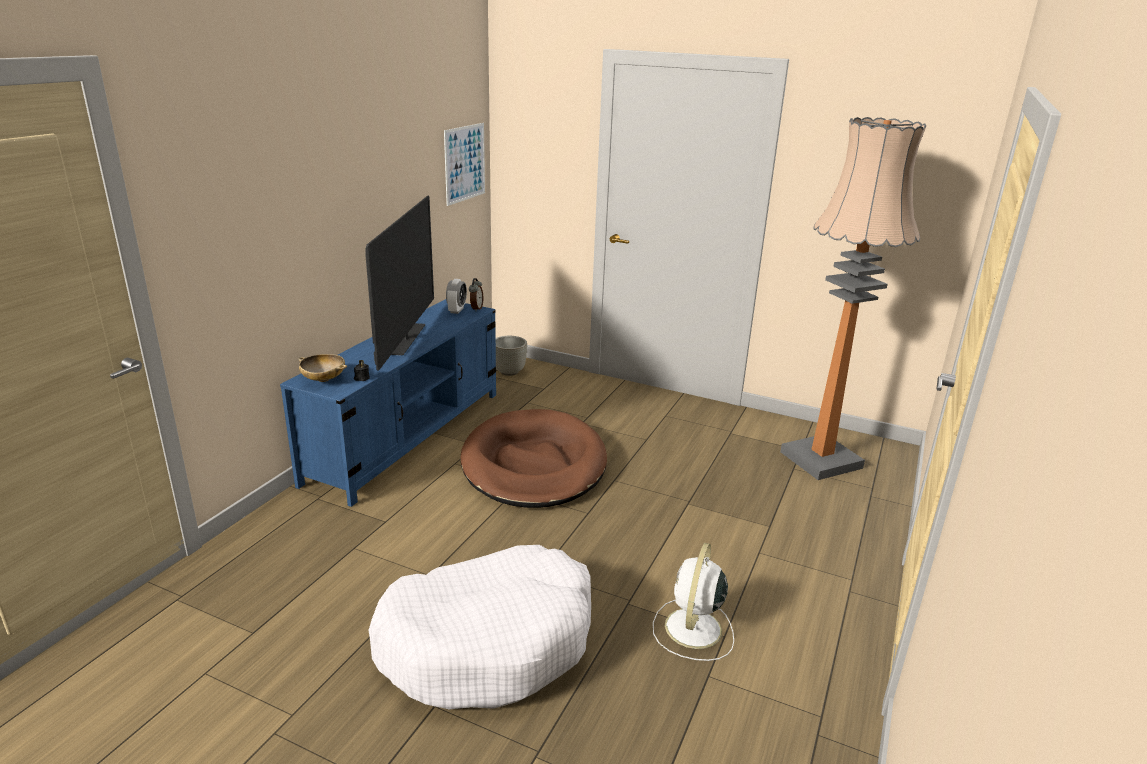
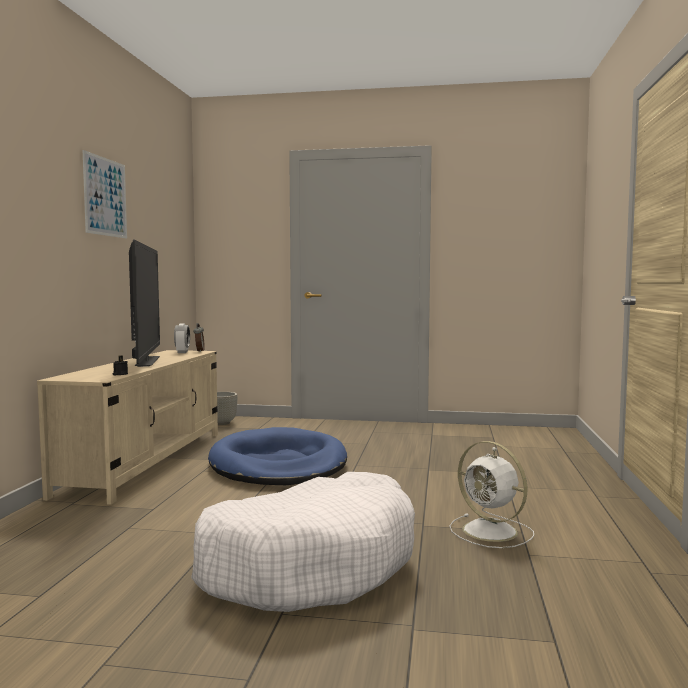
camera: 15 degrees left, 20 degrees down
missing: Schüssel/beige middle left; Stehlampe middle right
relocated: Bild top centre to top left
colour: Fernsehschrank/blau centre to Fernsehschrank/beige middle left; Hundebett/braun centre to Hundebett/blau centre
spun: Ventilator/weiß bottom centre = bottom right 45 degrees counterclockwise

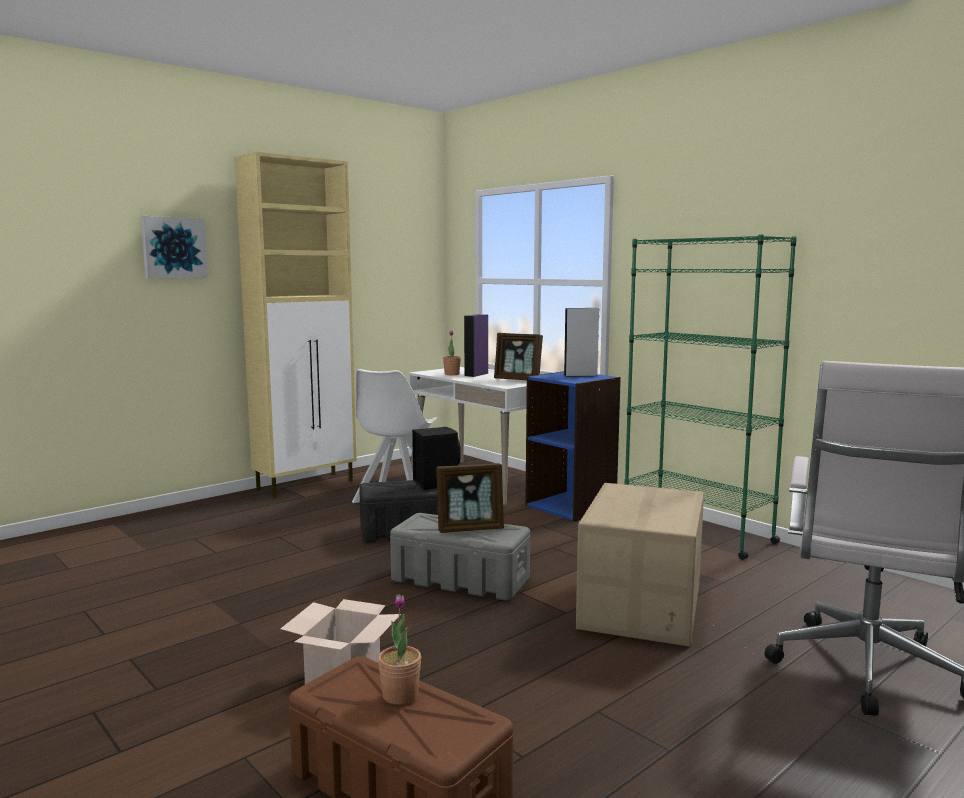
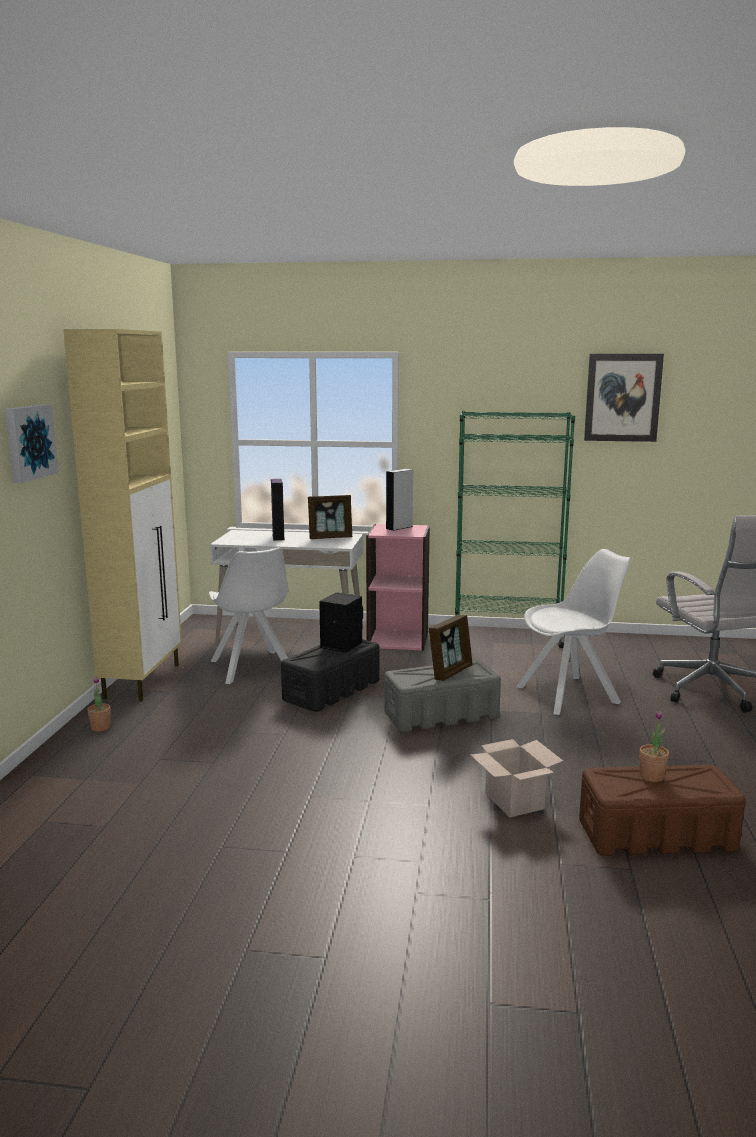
camera: 40 degrees left, 5 degrees up
appeared: Bild (no. 2 from left) middle right
relocated: Topfpflanze (no. 2 from left in the first image) centre to Topfpflanze (no. 1 from left) middle left
exchanged: Karton (no. 2 from left) bottom centre to Stuhl/weiß (no. 2 from left) middle right
colour: Bücherregal/blau centre to Bücherregal/rosa centre

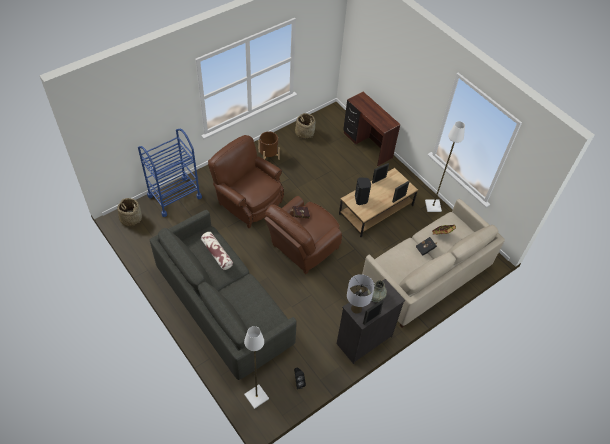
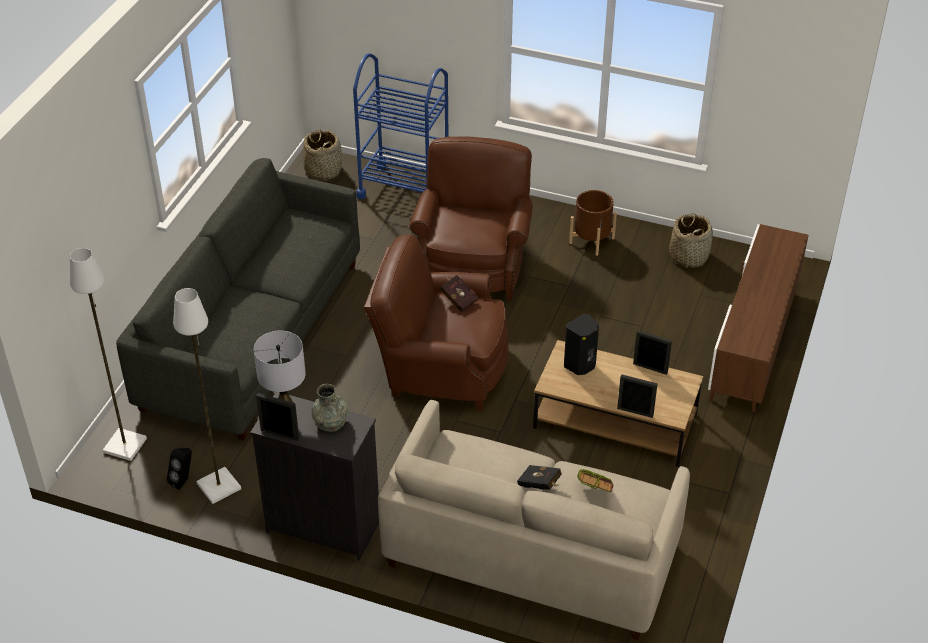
camera: 60 degrees right, 10 degrees down
missing: Kissen centre
relocated: Stehlampe/weiß (no. 2 from left) middle right to middle left
exchanged: Schreibtisch/braun top centre to Fernsehschrank/braun middle right

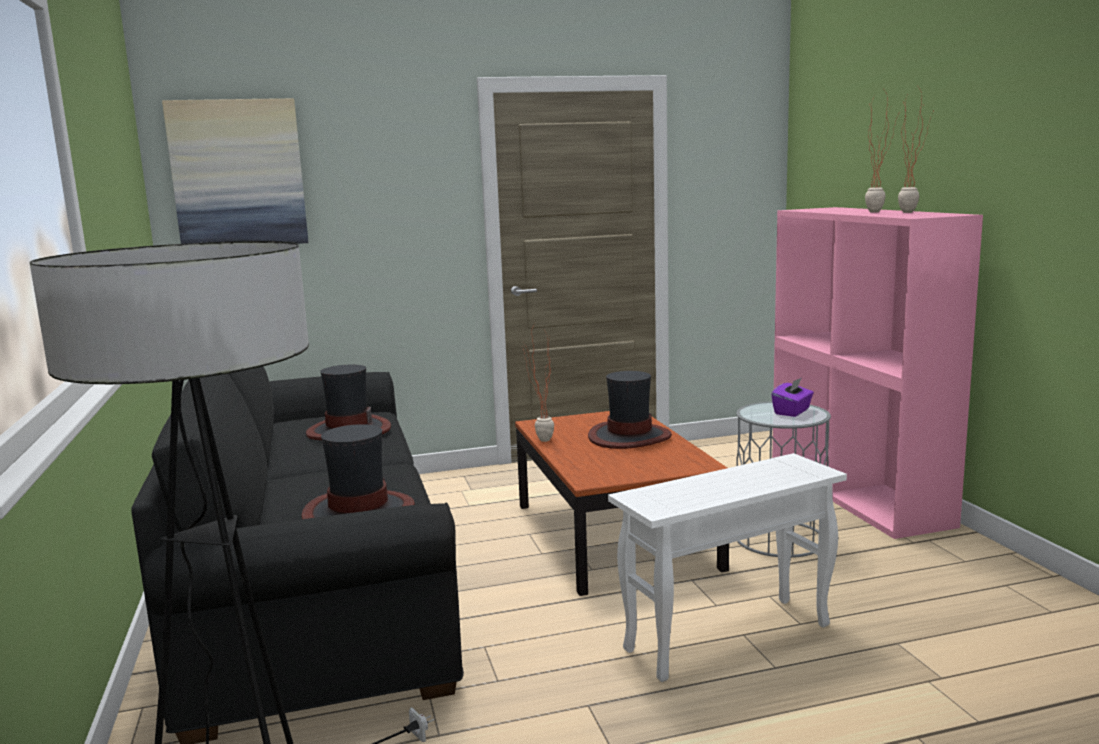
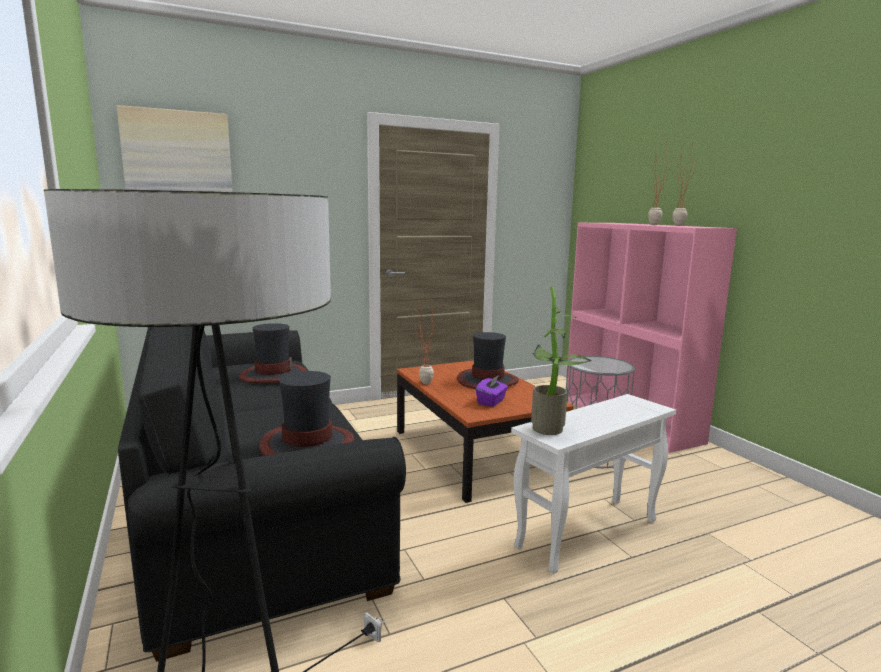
camera: 10 degrees left, 0 degrees up
appeared: Topfpflanze (no. 2 from left) centre
relocated: Taschentuchbox/lila middle right to centre

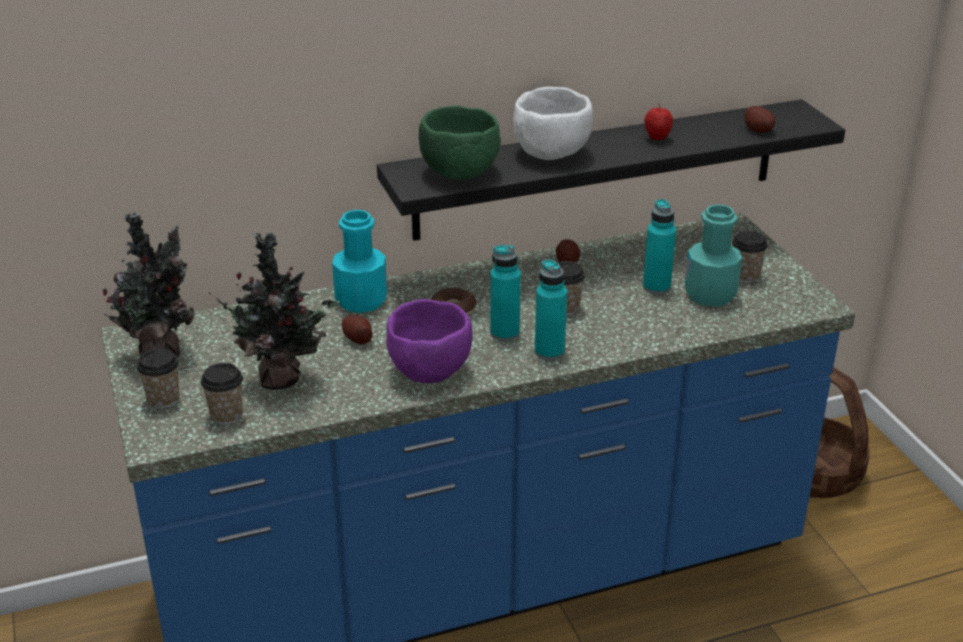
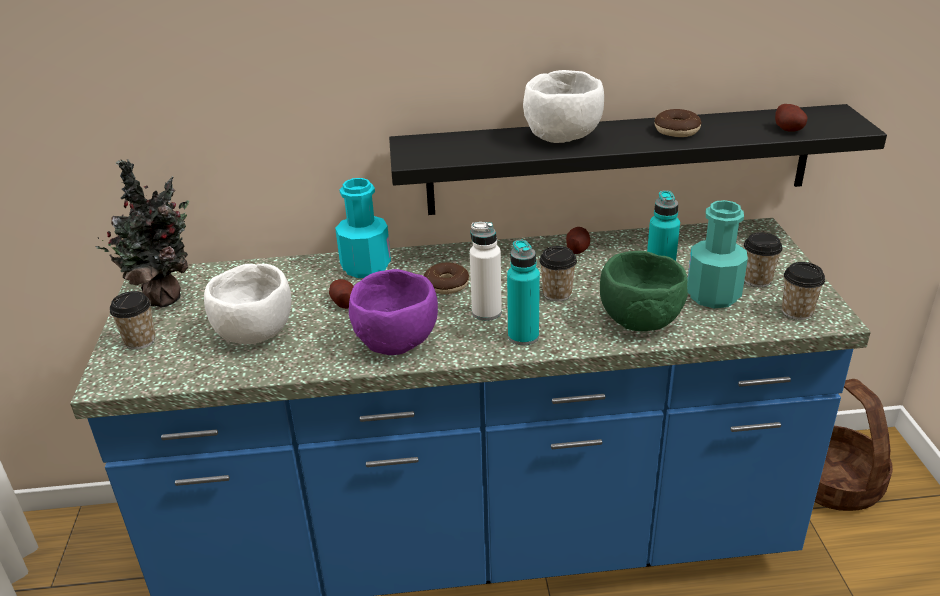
camera: 15 degrees right, 0 degrees up
relocated: Tasse (no. 2 from left in the first image) middle left to Tasse (no. 4 from left) middle right; Schüssel/grün top centre to middle right
exchanged: Topfpflanze (no. 2 from left) middle left to Schüssel/weiß (no. 1 from left) middle left; Apfel top right to Donut (no. 2 from left) top right
colour: Flasche/türkis (no. 2 from left) centre to Flasche/weiß centre

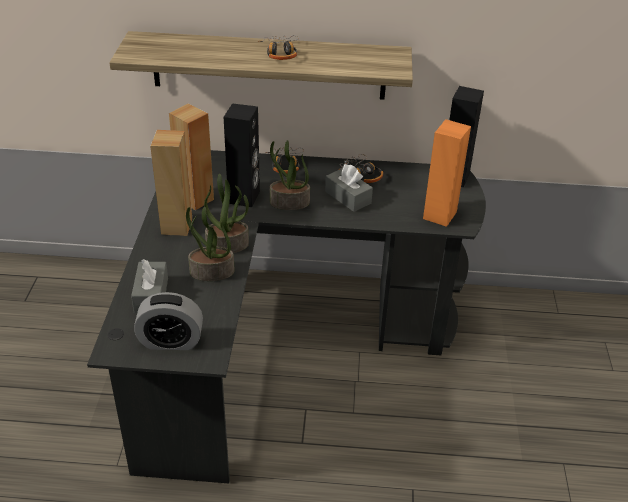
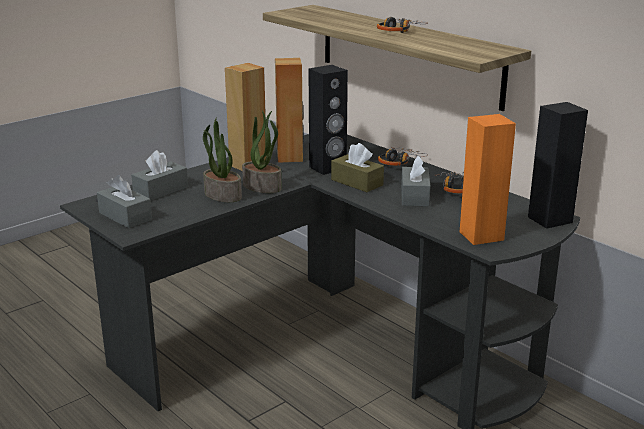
camera: 45 degrees right, 15 degrees down
exchanged: Wecker middle left to Taschentuchbox/grau (no. 1 from left) middle left; Topfpflanze (no. 3 from left) centre to Taschentuchbox/braun centre

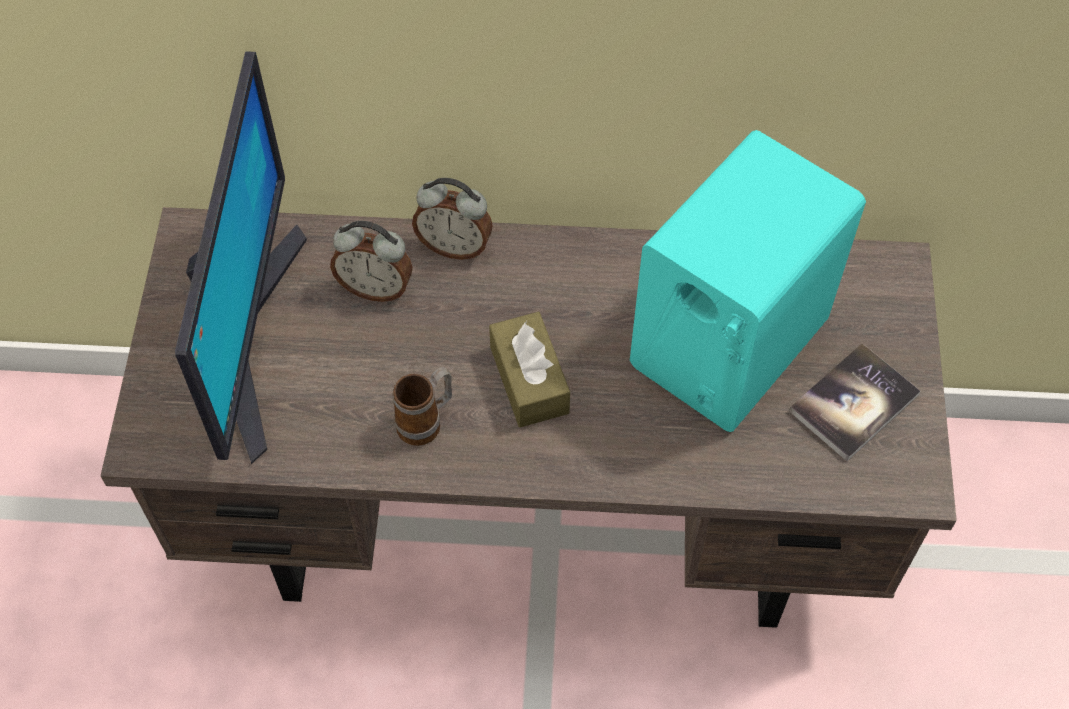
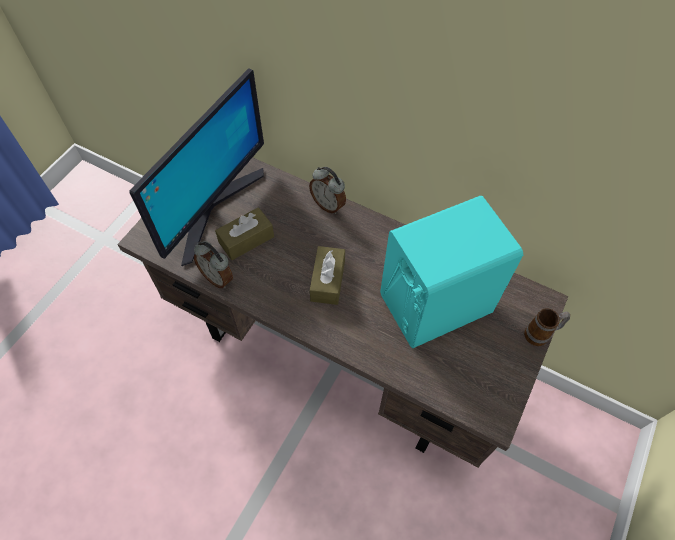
camera: 25 degrees right, 0 degrees up
missing: Buch middle right
appeared: Taschentuchbox/braun (no. 1 from left) centre
relocated: Wecker (no. 1 from left) centre to middle left; Henkelbecher centre to middle right

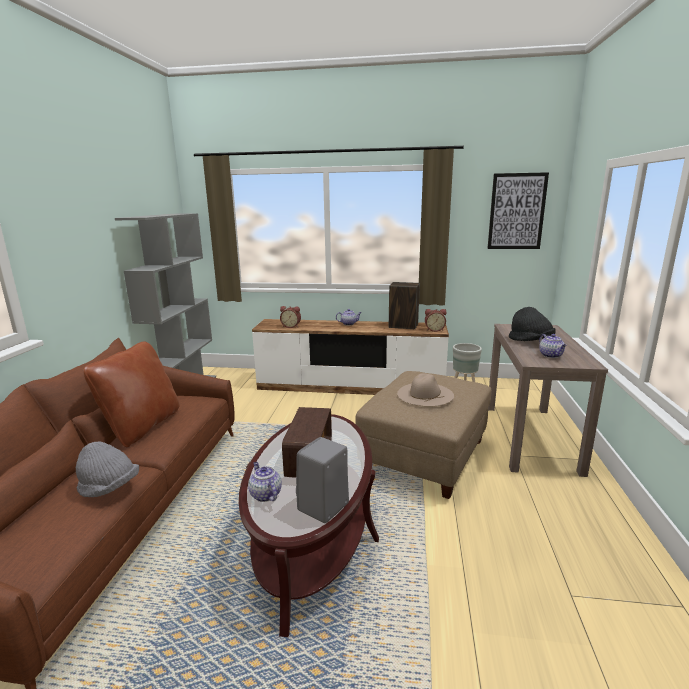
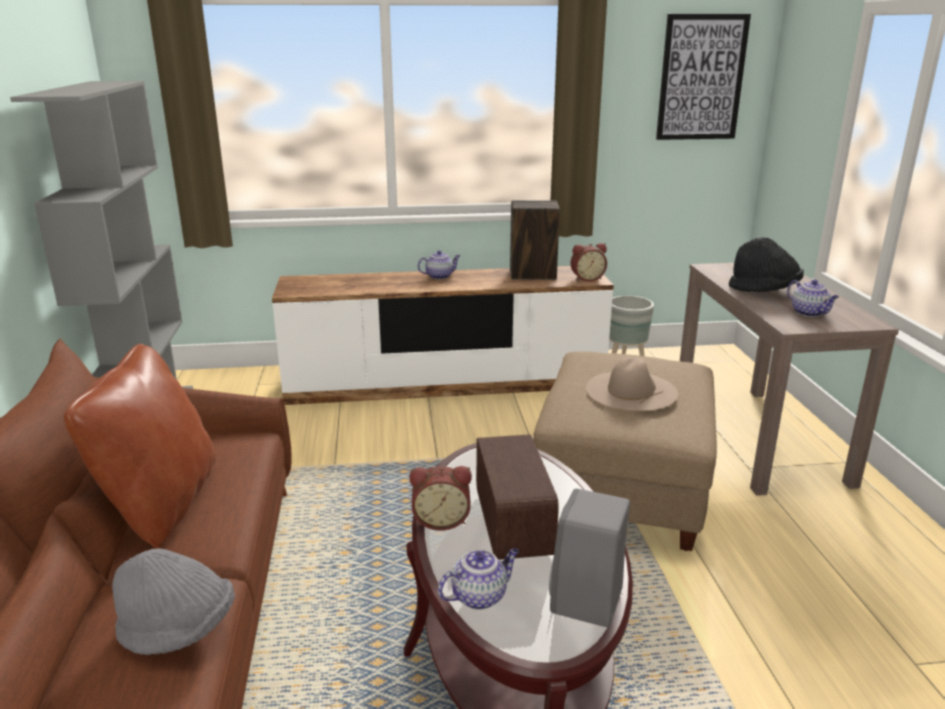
camera: 15 degrees left, 5 degrees up
relocated: Wecker (no. 1 from left) centre to bottom centre
spun: Teekanne (no. 1 from left in the first image) bottom centre = bottom centre 105 degrees clockwise

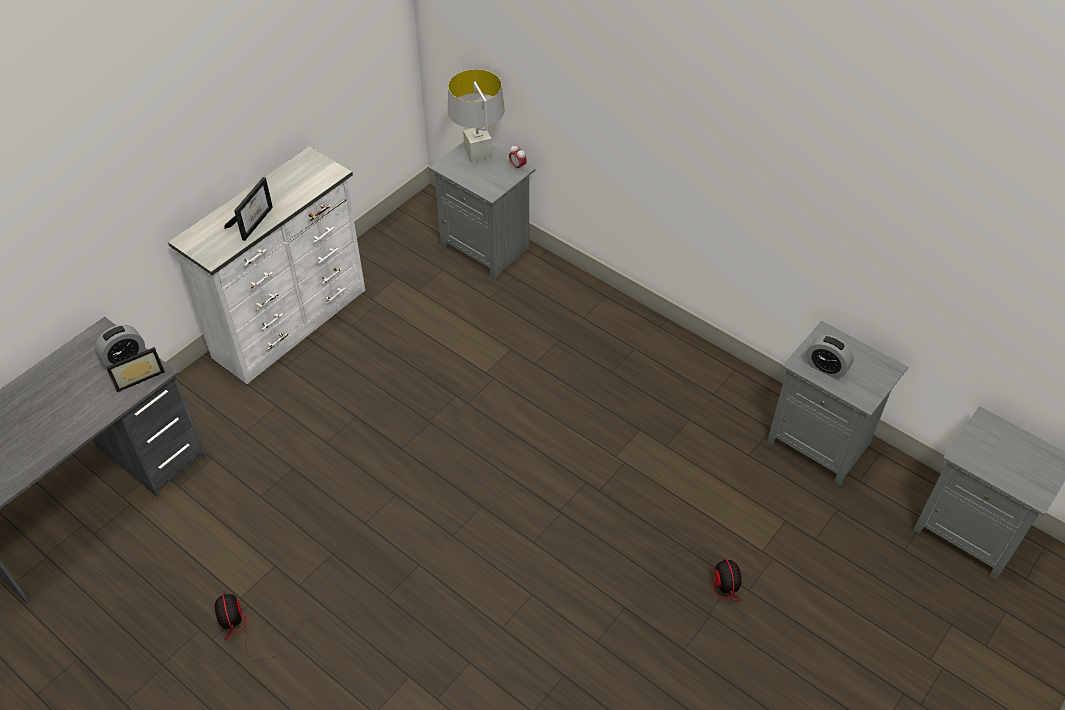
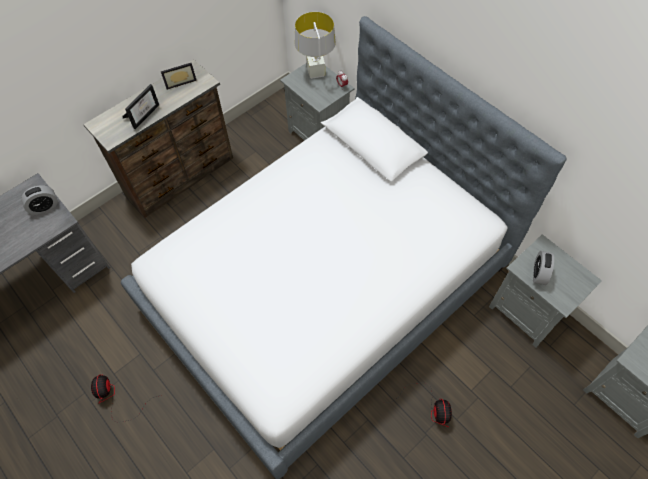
camera: 10 degrees right, 10 degrees up
appeared: Bett centre
relocated: Bilderrahmen (no. 1 from left in the first image) middle left to Bilderrahmen (no. 2 from left) top left
colour: Kommode/weiß middle left to Kommode/braun top left
spun: Wecker (no. 3 from left) middle right = middle right 60 degrees clockwise

